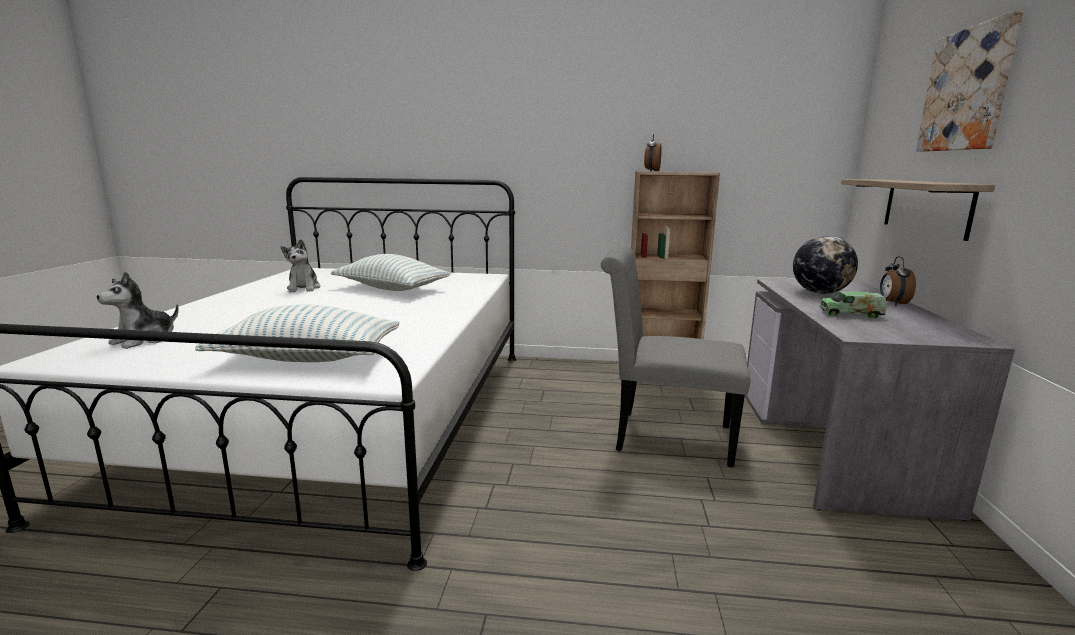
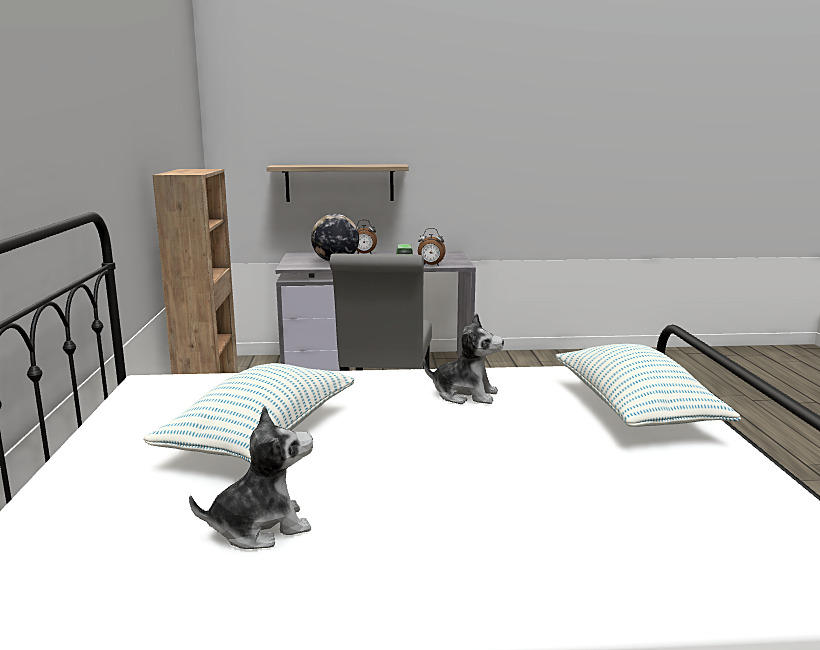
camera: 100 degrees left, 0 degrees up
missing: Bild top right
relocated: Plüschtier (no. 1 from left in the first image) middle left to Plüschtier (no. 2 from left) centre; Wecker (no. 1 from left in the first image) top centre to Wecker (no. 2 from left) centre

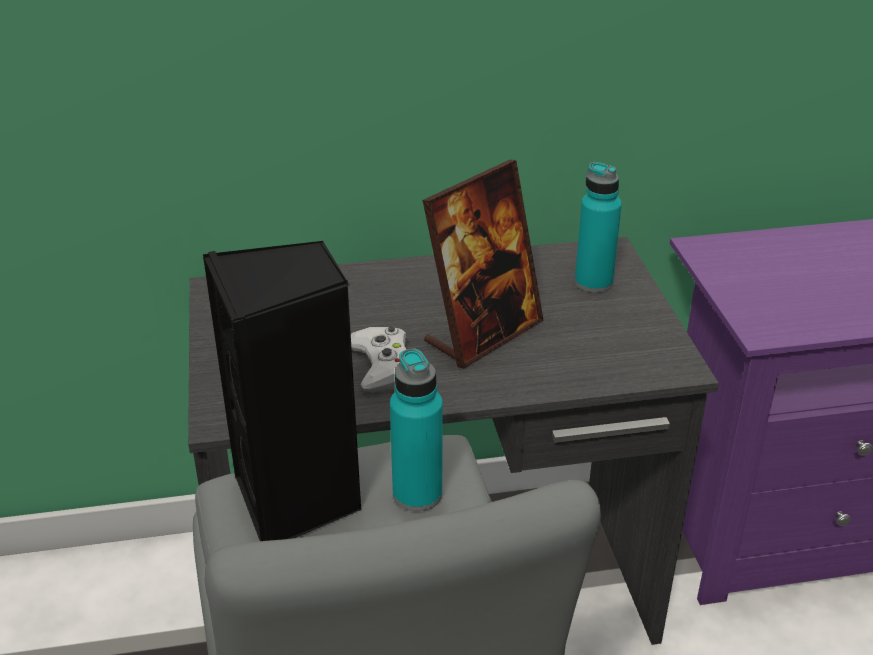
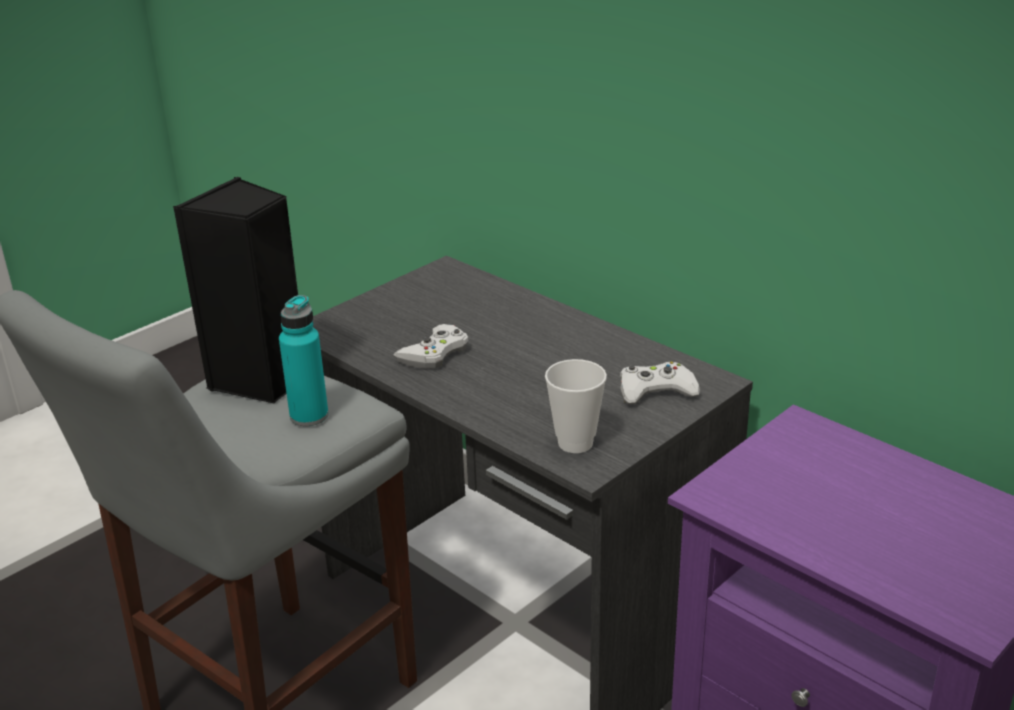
camera: 55 degrees right, 5 degrees down
missing: Bilderrahmen centre
appeared: Tasse centre
exchanged: Flasche/türkis (no. 2 from left) middle right to Gamepad/weiß (no. 2 from left) centre

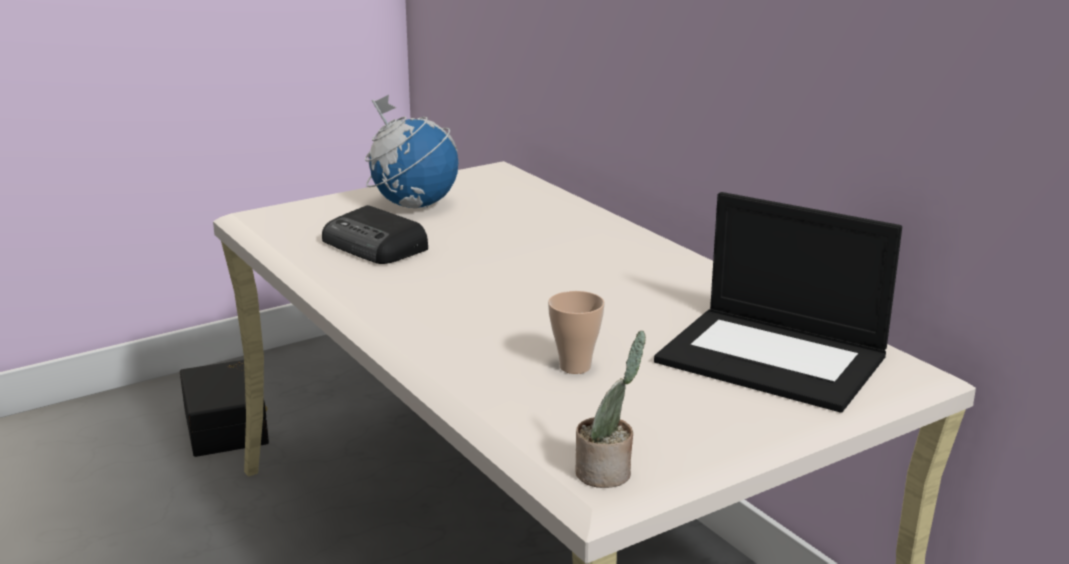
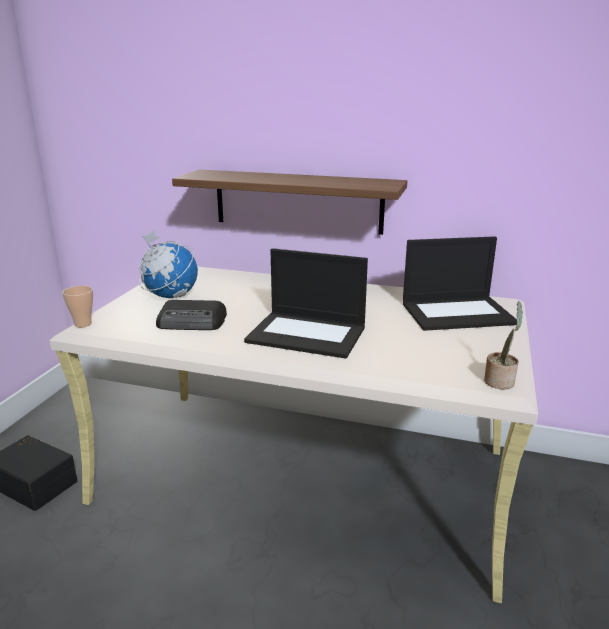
camera: 40 degrees left, 0 degrees up
appeared: Wandregal top centre; Laptop (no. 1 from left) centre
relocated: Tasse centre to middle left

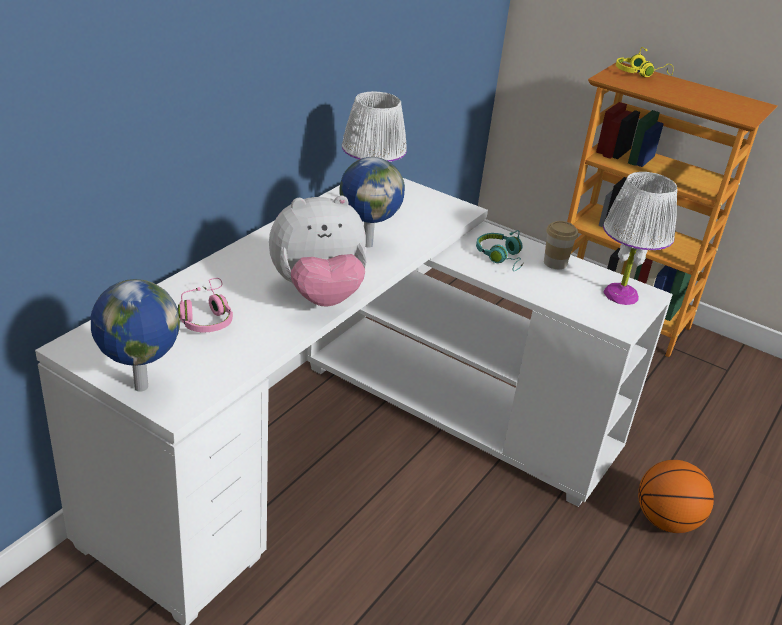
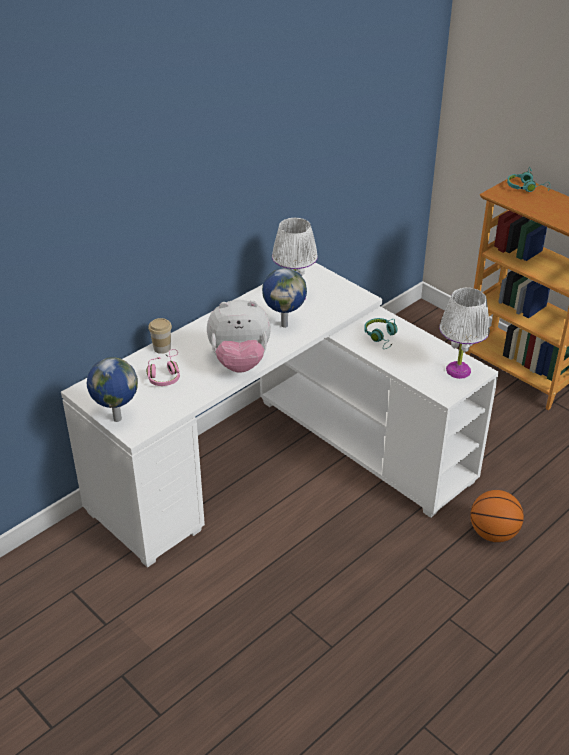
camera: 15 degrees right, 5 degrees up
relocated: Tasse middle right to middle left
colour: Kopfhörer/gelb top right to Kopfhörer/türkis (no. 2 from left) top right

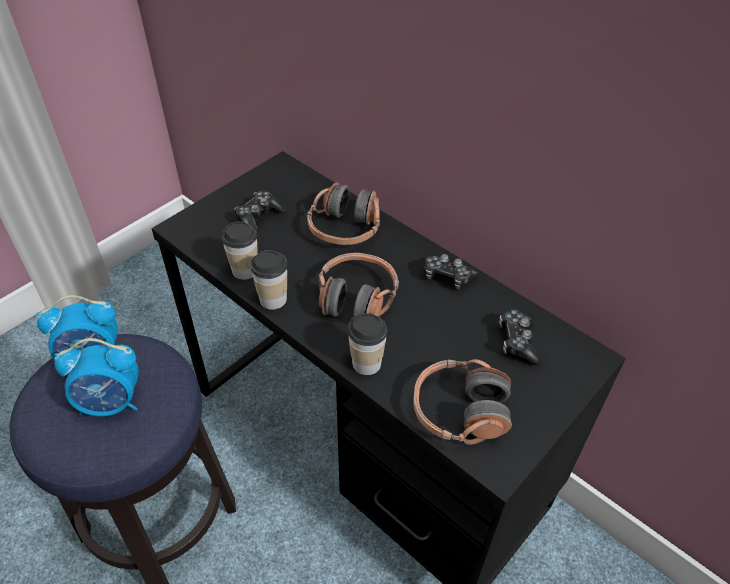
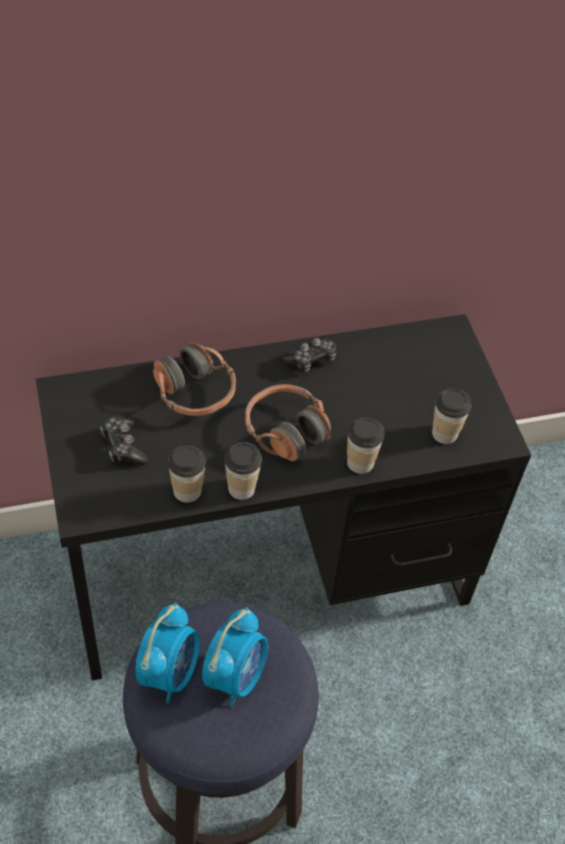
camera: 60 degrees left, 5 degrees up
missing: Gamepad (no. 3 from left) middle right
exchanged: Kopfhörer (no. 3 from left) bottom centre to Tasse (no. 4 from left) middle right

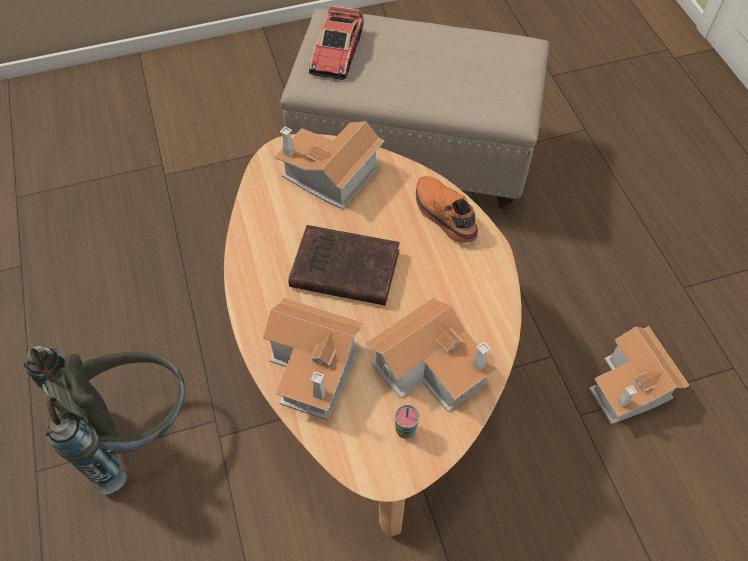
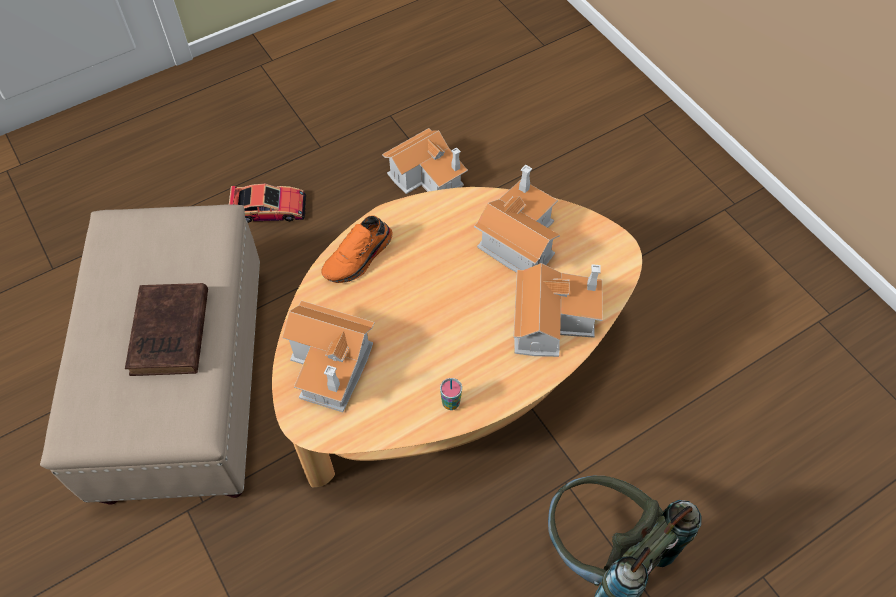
camera: 105 degrees left, 0 degrees up
relocated: Buch/braun centre to middle left; Spielzeugauto top centre to middle left; Tasse bottom centre to centre

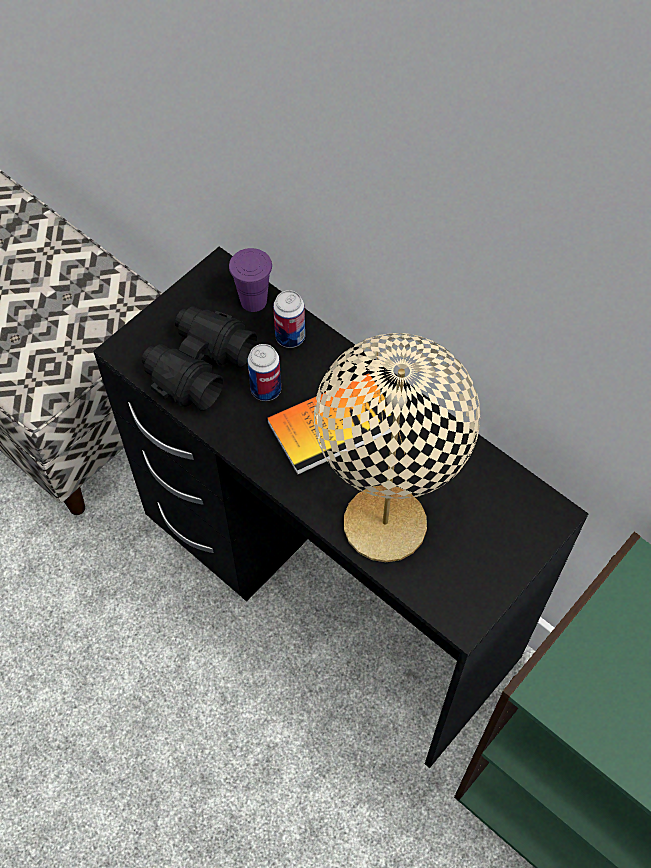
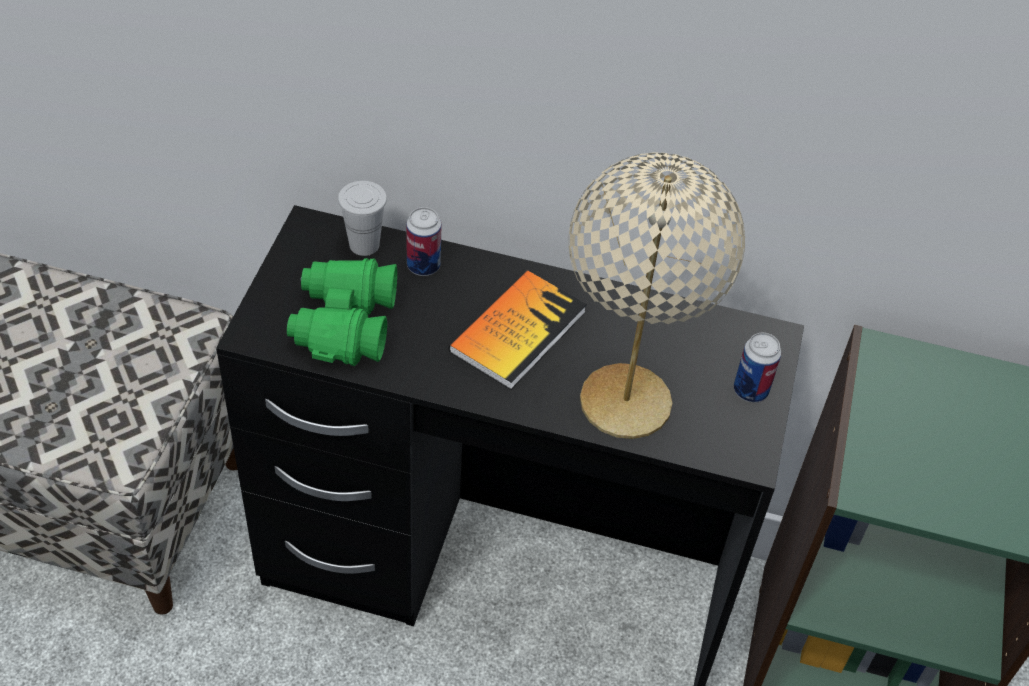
camera: 30 degrees left, 10 degrees down
relocated: Dose (no. 1 from left in the first image) centre to Dose (no. 2 from left) middle right
colour: Fernglas/schwarz middle left to Fernglas/grün middle left; Tasse/lila top centre to Tasse/weiß top centre

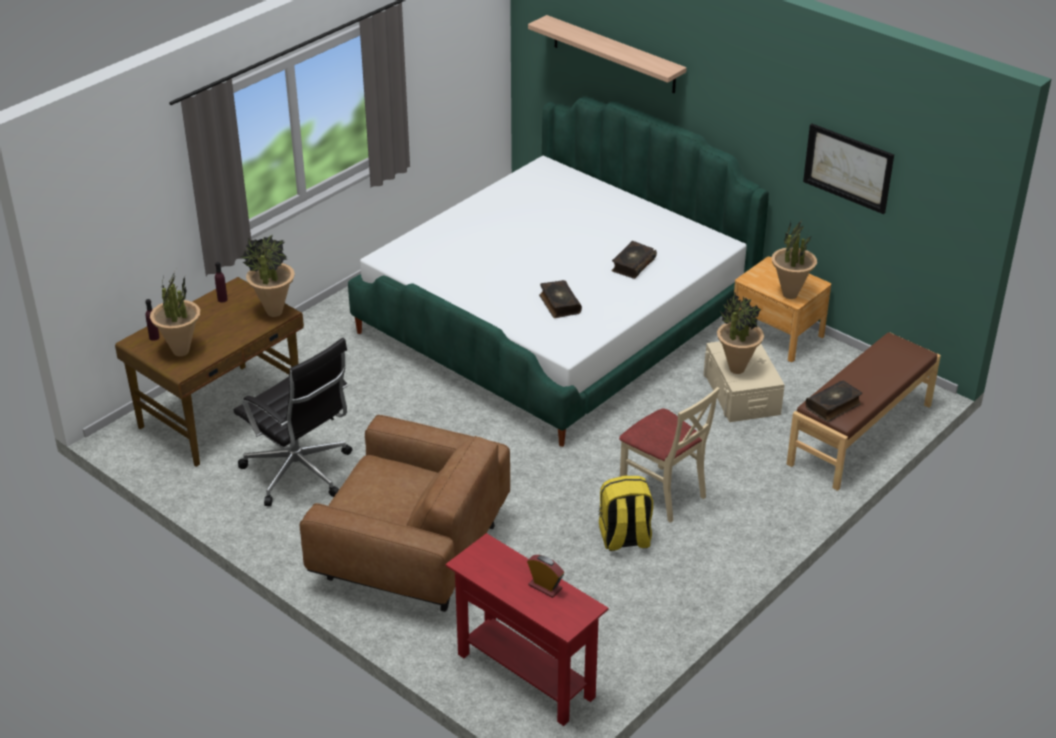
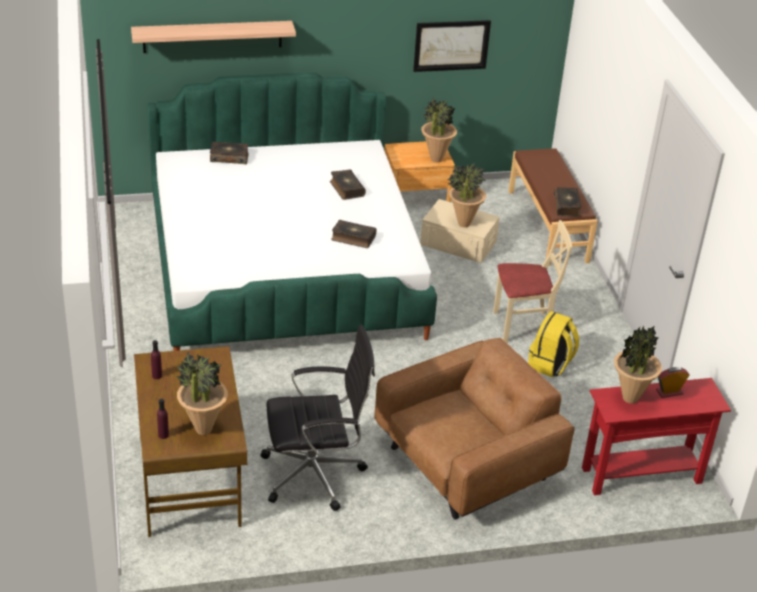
camera: 55 degrees left, 0 degrees up
appeared: Buch (no. 1 from left) top left
relocated: Topfpflanze (no. 2 from left in the first image) middle left to Topfpflanze (no. 4 from left) middle right

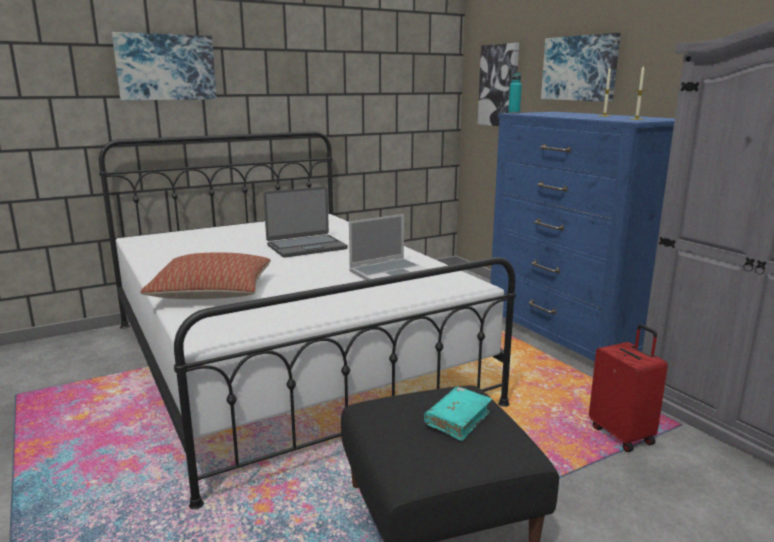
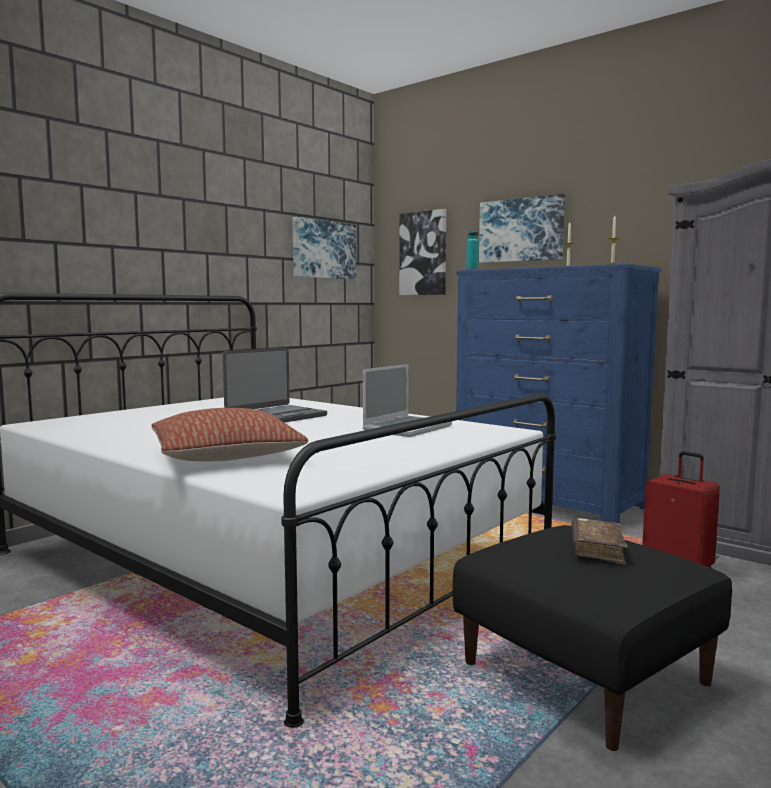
camera: 20 degrees left, 10 degrees down
relocated: Bild (no. 1 from left) top left to top centre
colour: Buch/türkis bottom centre to Buch/braun bottom right

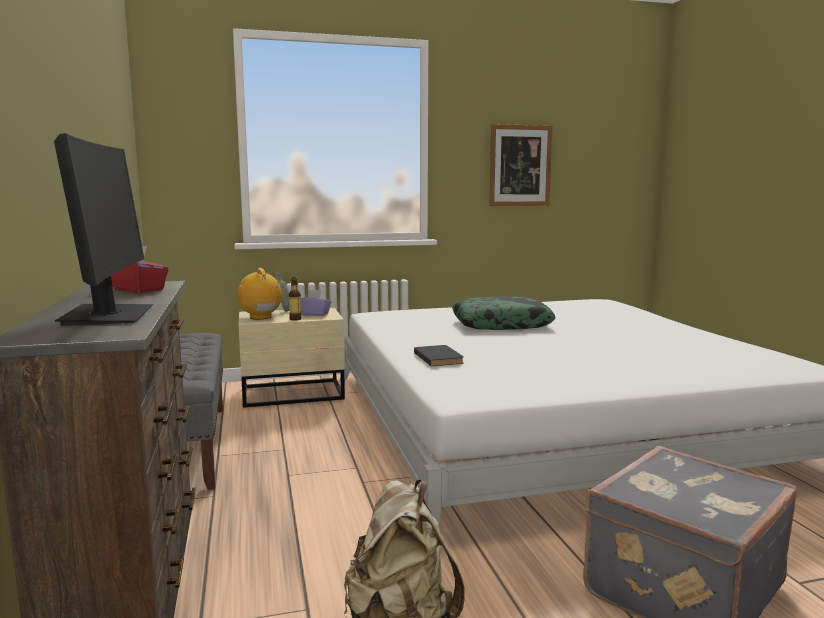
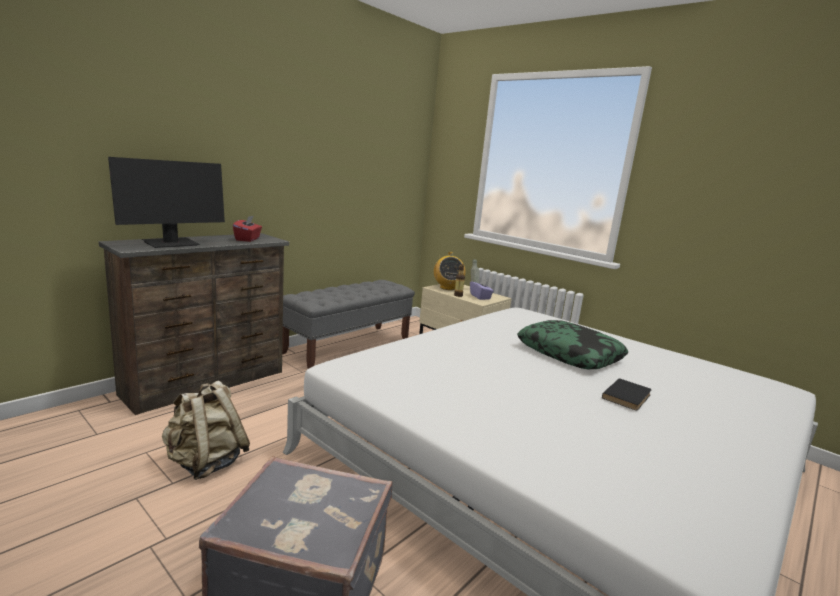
camera: 55 degrees right, 5 degrees up
missing: Bild top centre
relocated: Buch/schwarz centre to middle right
spun: Radio middle left = centre 150 degrees clockwise

